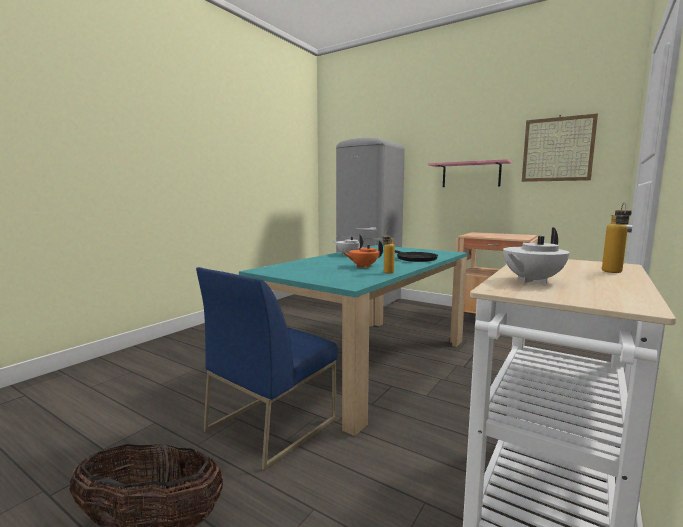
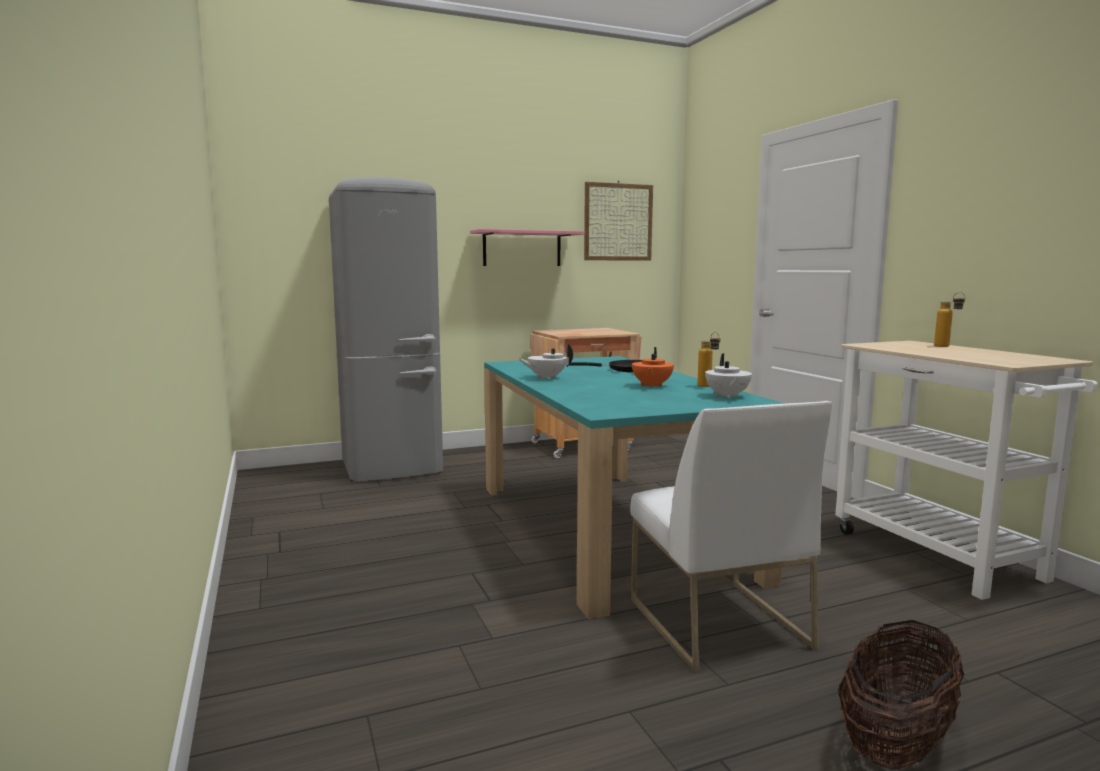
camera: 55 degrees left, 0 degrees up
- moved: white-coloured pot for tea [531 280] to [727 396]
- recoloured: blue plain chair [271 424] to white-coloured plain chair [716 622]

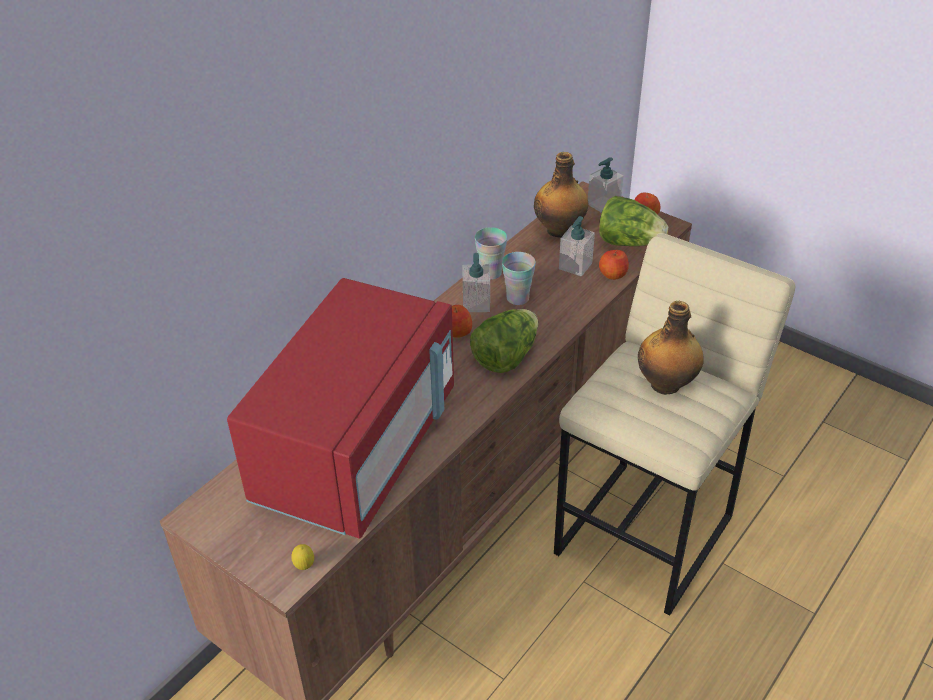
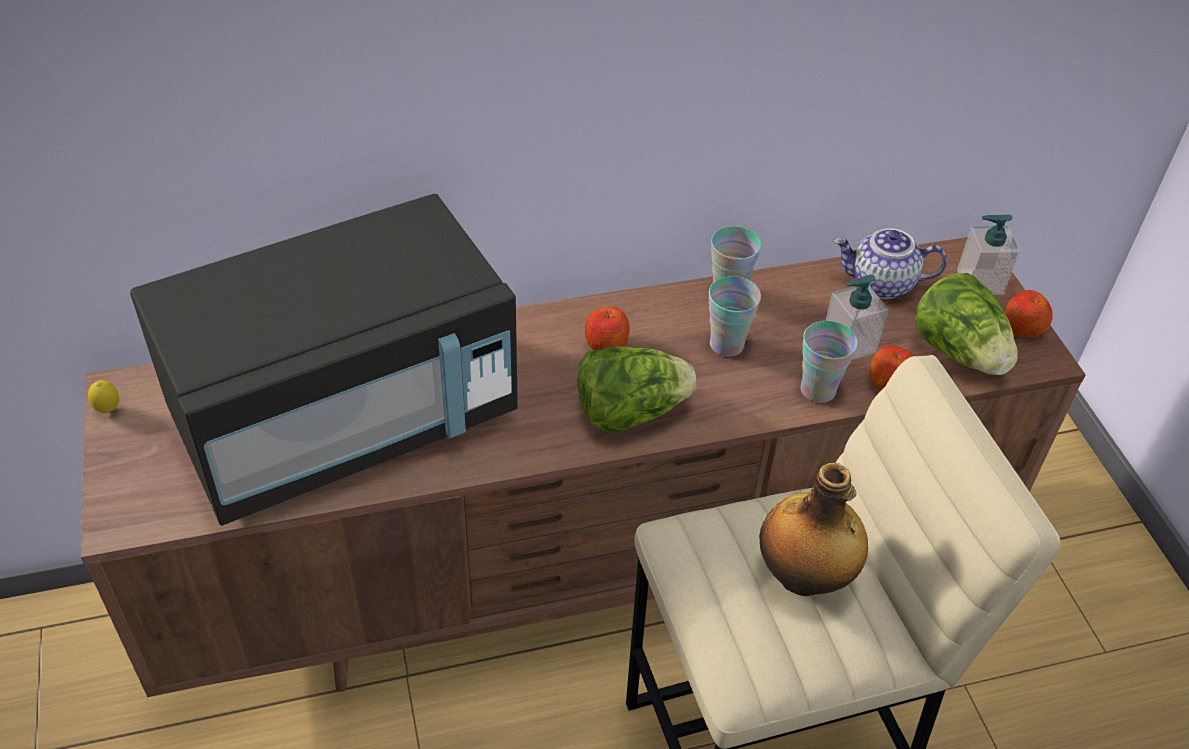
camera: 35 degrees right, 5 degrees up
- replaced: beverage bottle [560 230] to pot for tea [881 285]
- removed: soap dispenser [476 304]
- recoloured: red microwave oven [358 449] to black-coloured microwave oven [346 420]
- moved: lemon [304 566] to [108 410]
- added: small cup [818 390]

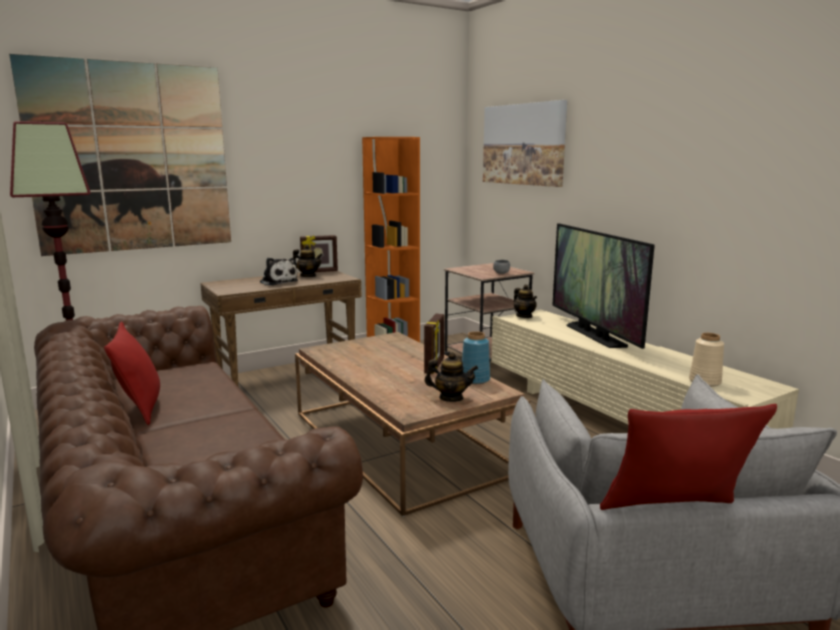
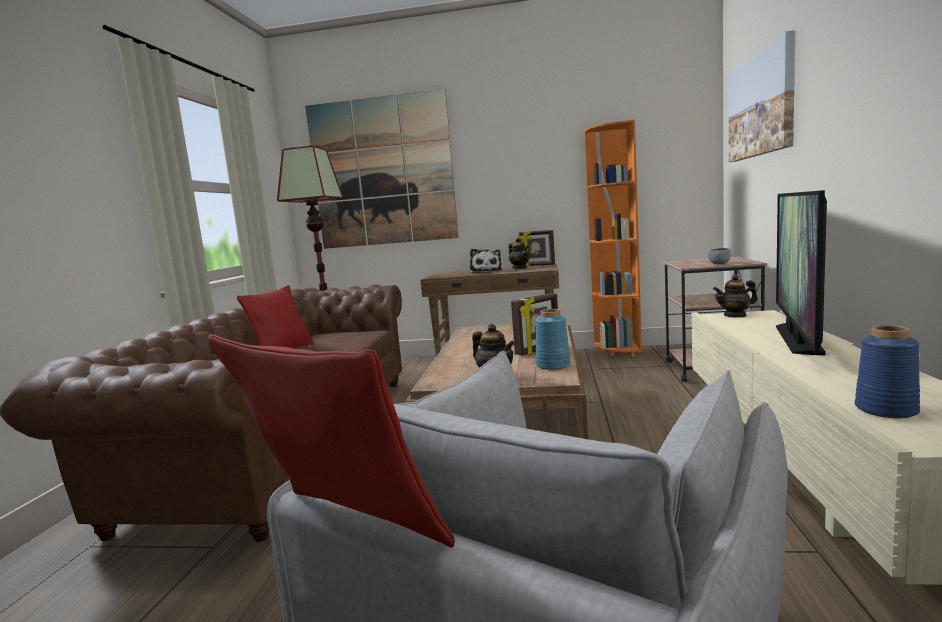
camera: 40 degrees right, 5 degrees down
- turned: pot for tea [524 316] = [735 315] 75 degrees clockwise
- recoloured: sand-coloured vase [705 381] to blue vase [887 410]

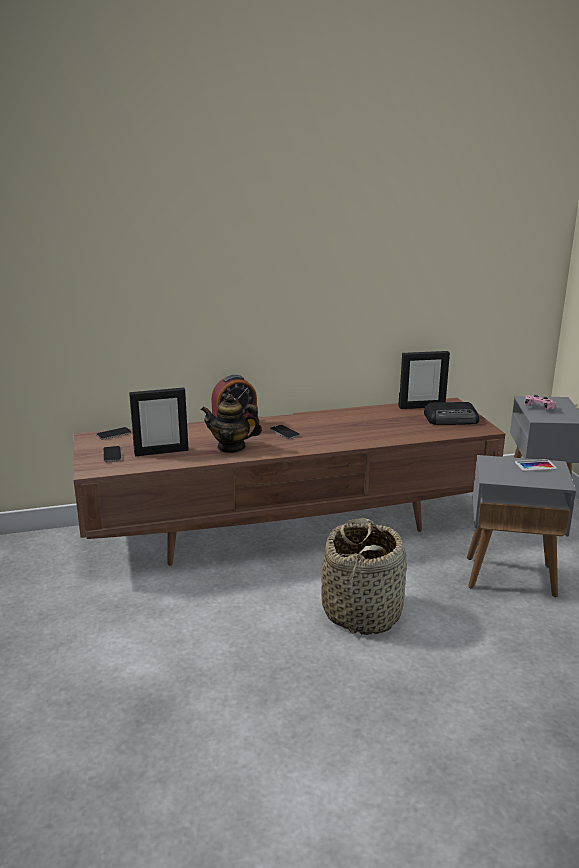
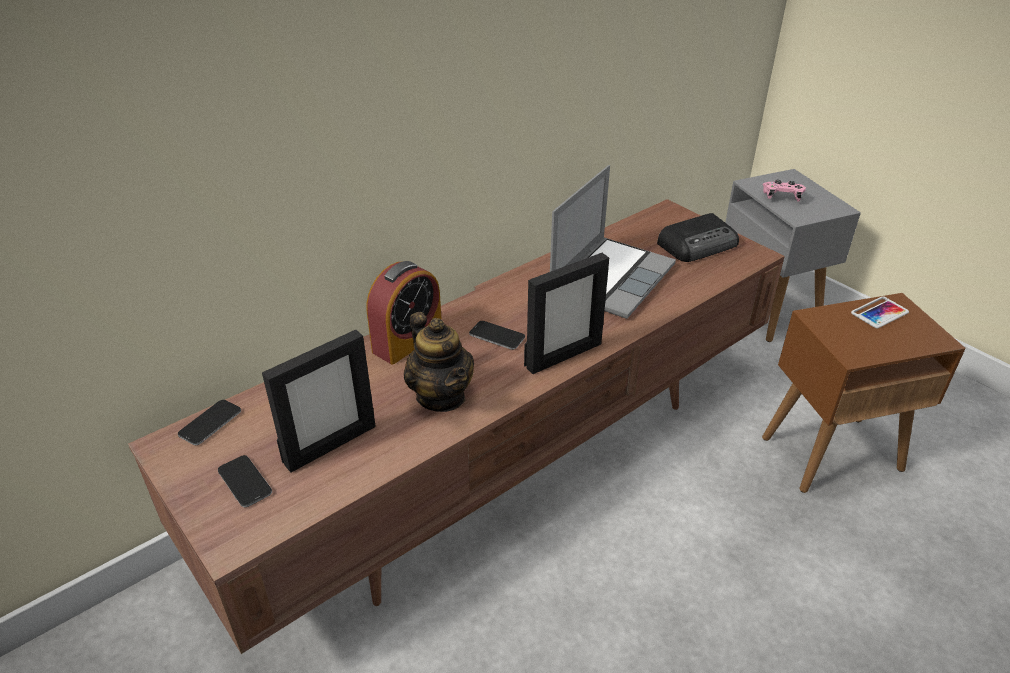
camera: 25 degrees left, 15 degrees up
- moved: picture frame [421 406] to [563 355]
- turned: pot for tea [231 447] = [441 396] 105 degrees counterclockwise
- recoloured: gray accent table [511 576] to brownish accent table [833 453]
- removed: basket [362 612]
- added: laptop [611 278]

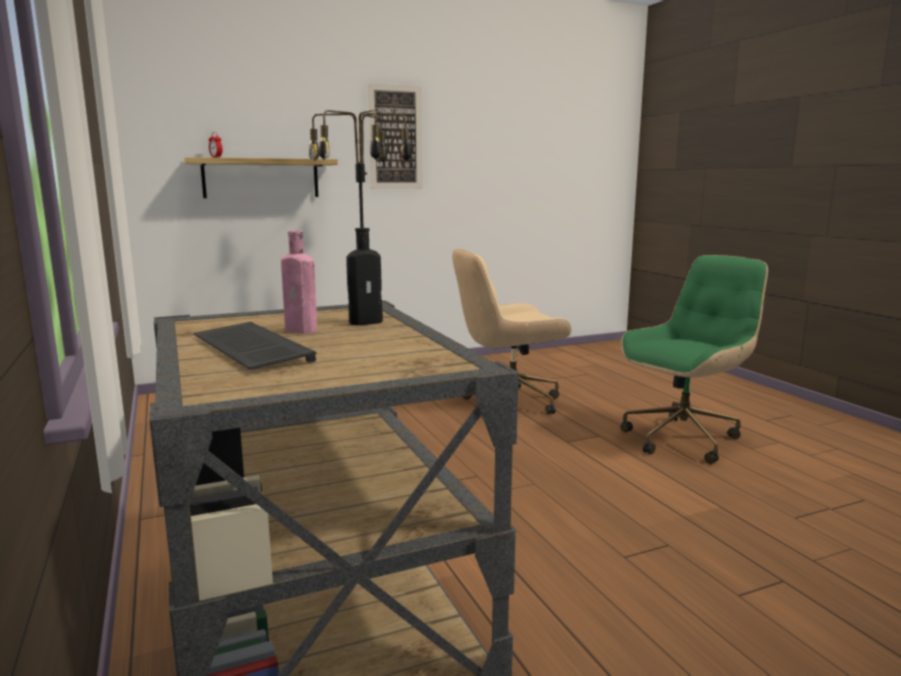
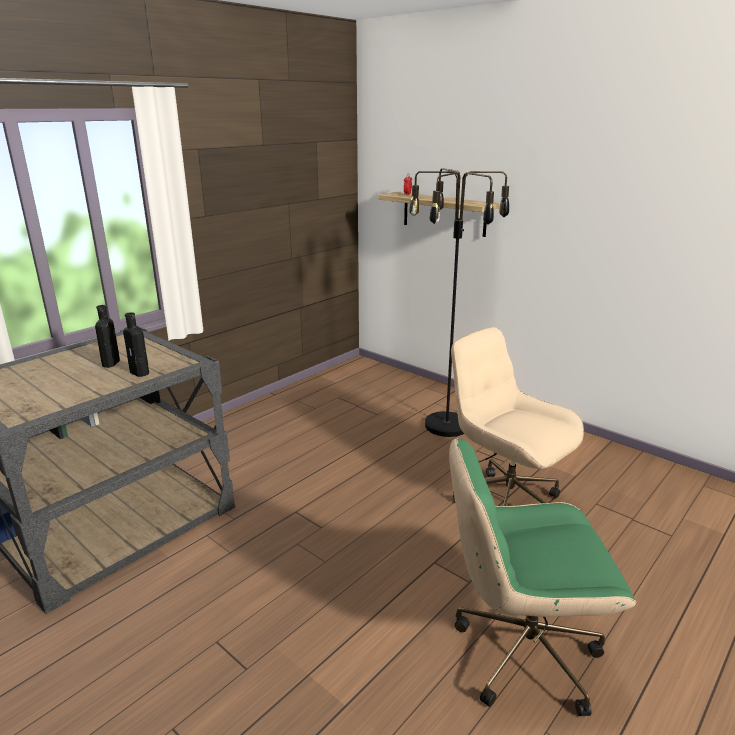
camera: 65 degrees right, 10 degrees up
- removed: wall art [395 137]
- recoloured: pink beverage bottle [303 330] to black-coloured beverage bottle [110 364]
- turned: green-coloured computer chair [684 438] = [521 656] 150 degrees clockwise
- removed: computer keyboard [248 349]

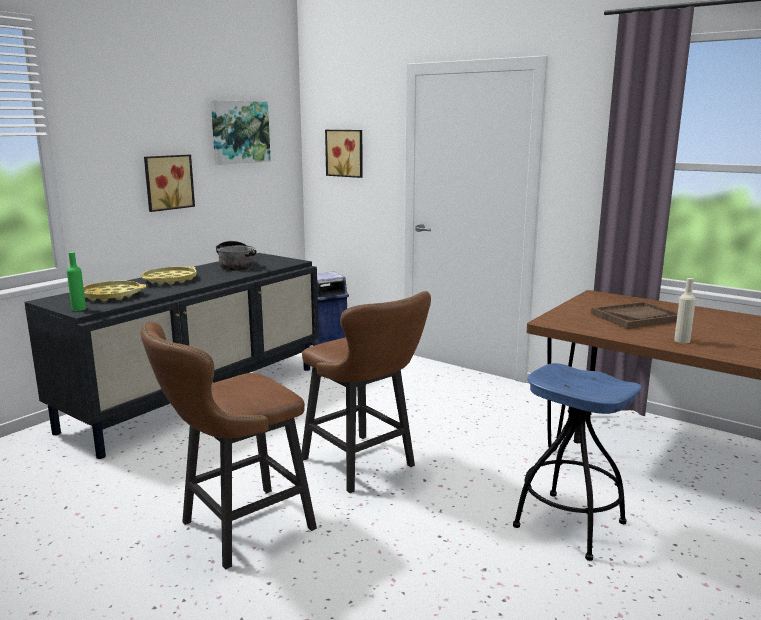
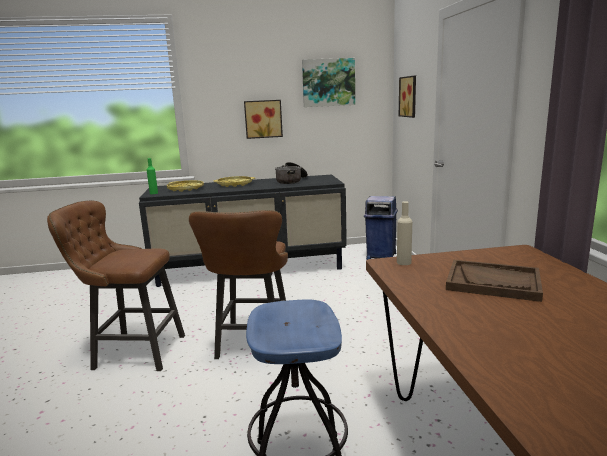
camera: 45 degrees right, 0 degrees up
- moved: sand-coloured beverage bottle [682 340] to [404 262]

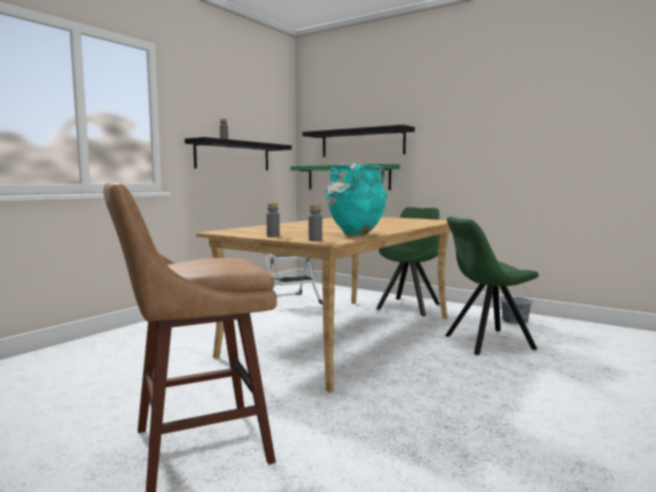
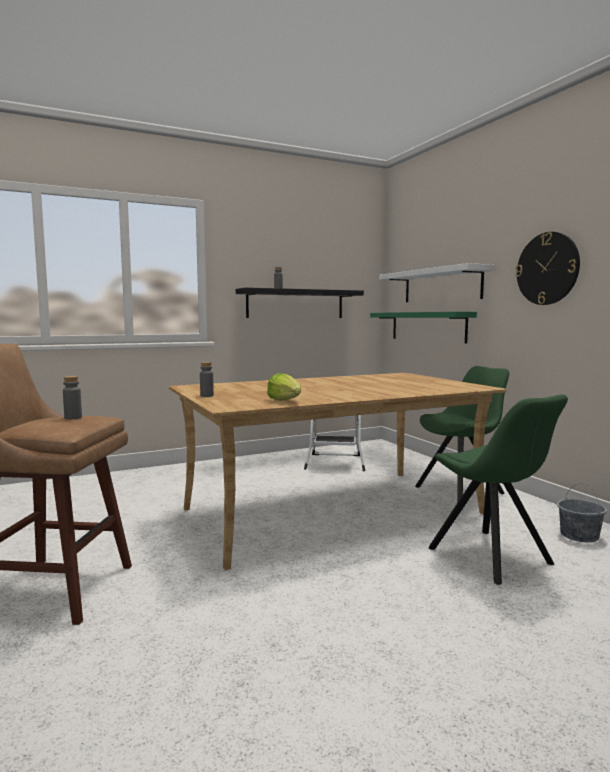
camera: 30 degrees right, 0 degrees up
- recoloured: black-coloured shelf [362 143] to white-coloured shelf [441 285]
- replaced: turquoise vase [355 235] to lettuce [285 401]
- moved: gray beverage bottle [315 240] to [73 417]
- turned: green-coloured plain chair [487 342] = [490 556] 135 degrees counterclockwise
- added: wall clock [547 268]

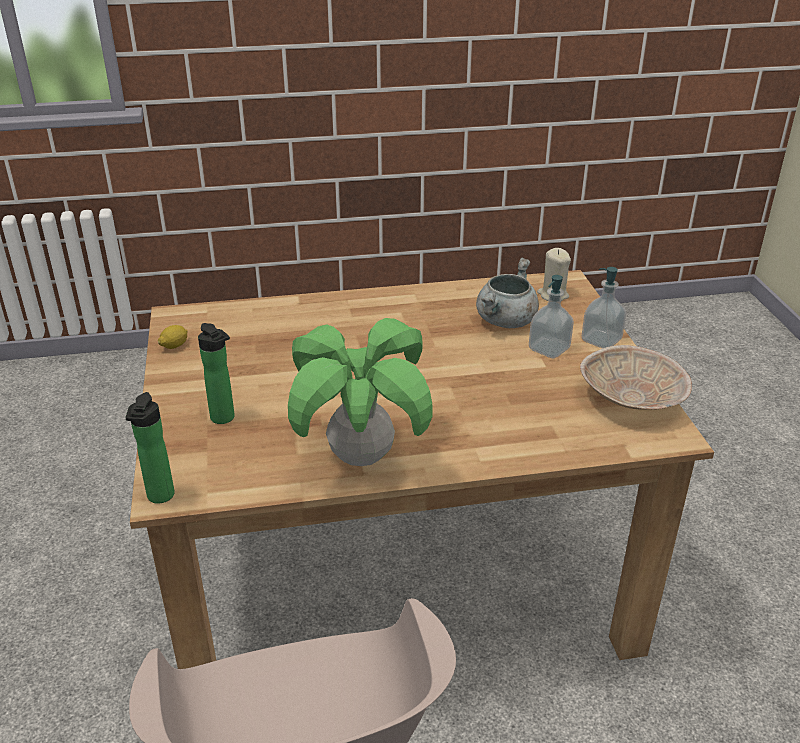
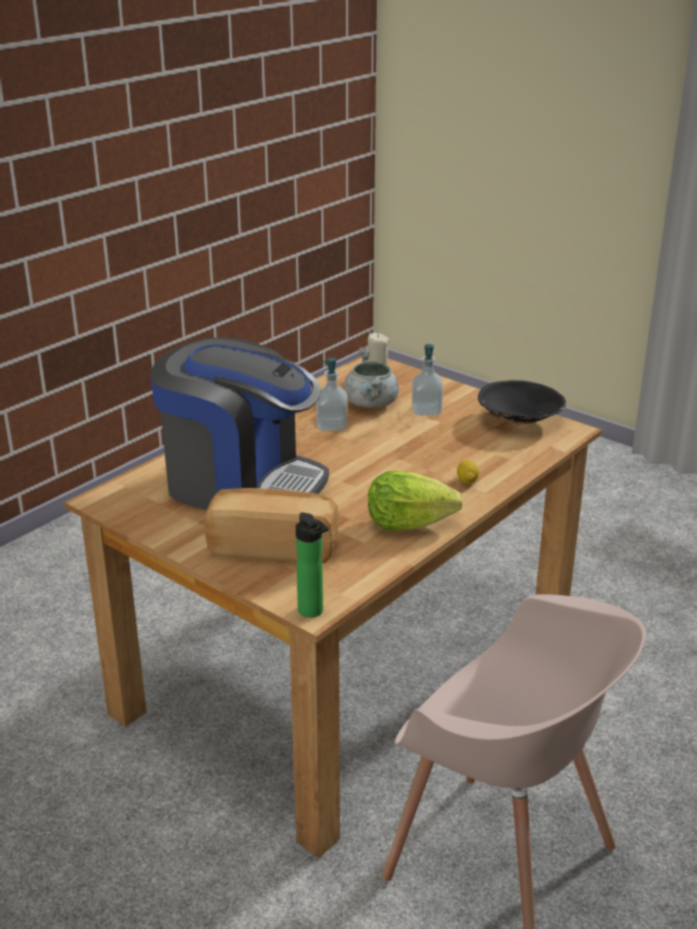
camera: 40 degrees left, 5 degrees down
- moved: soap dispenser [601 340] to [332 425]
- replaced: houseplant [360 456] to lettuce [408 524]
- replaced: beverage bottle [224 419] to baked bread [273 546]
- moved: lemon [175 346] to [467 481]
- recoloured: sand-coloured bowl [632 400] to black-coloured bowl [520 420]
- added: coffee maker [241 484]

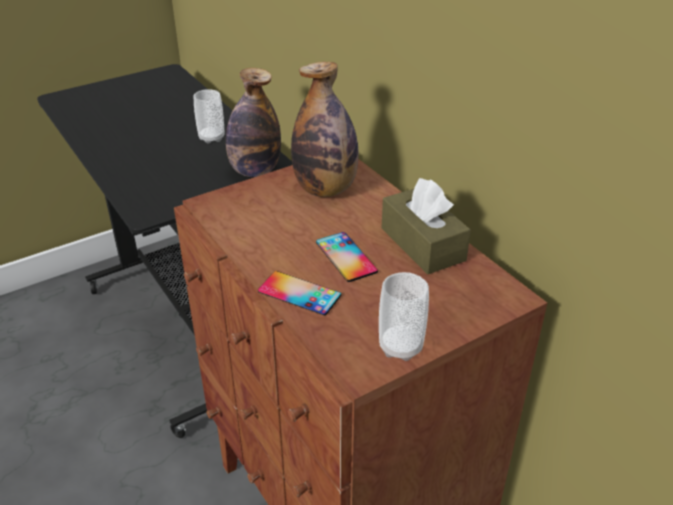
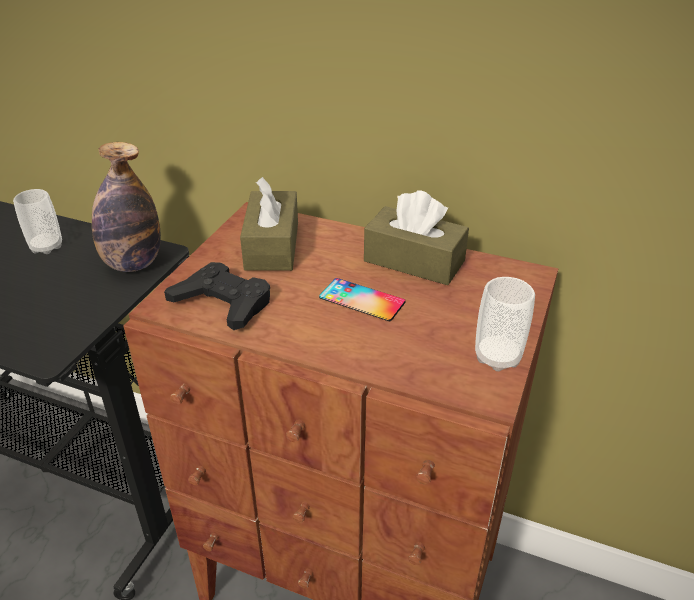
camera: 35 degrees left, 0 degrees up
- replaced: beverage bottle [325 189] to brownish tissue holder [272 246]
- removed: phone [299 293]
- added: black-coloured gamepad [223 303]

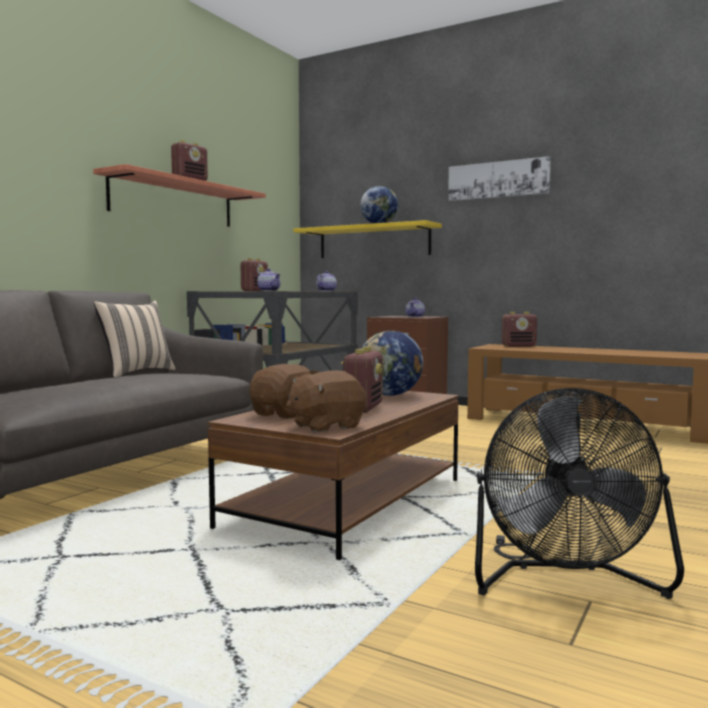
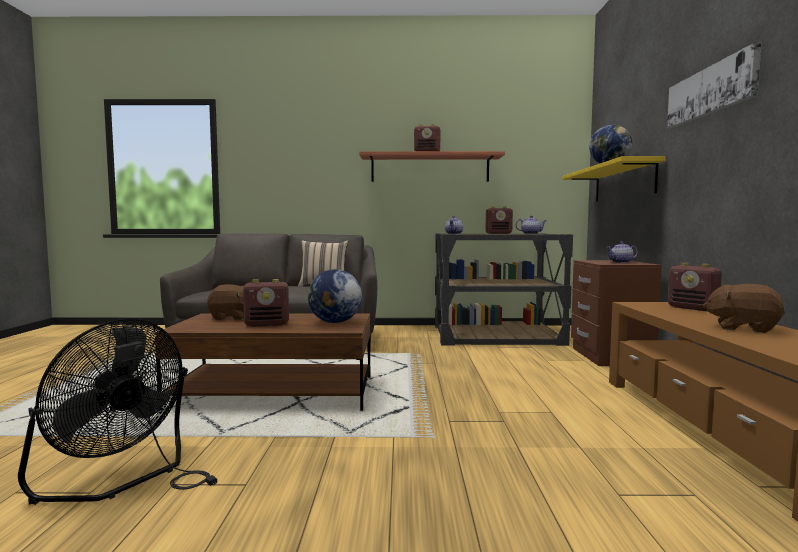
camera: 60 degrees right, 0 degrees up
- moved: brownish cuddly toy [325 426] to [742 328]
- turned: black-coloured cooling fan [557 578] = [135 475] 60 degrees clockwise

